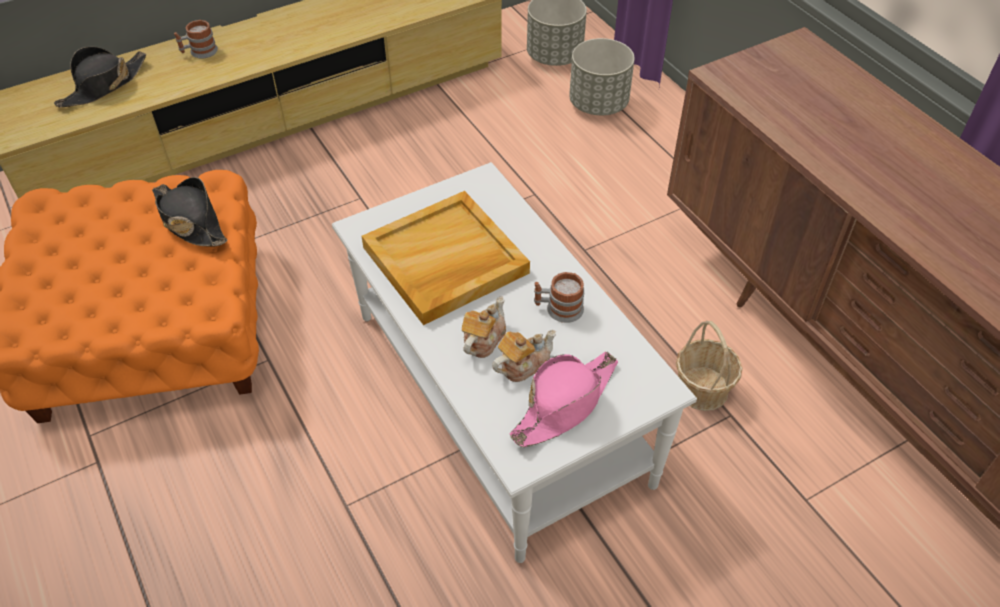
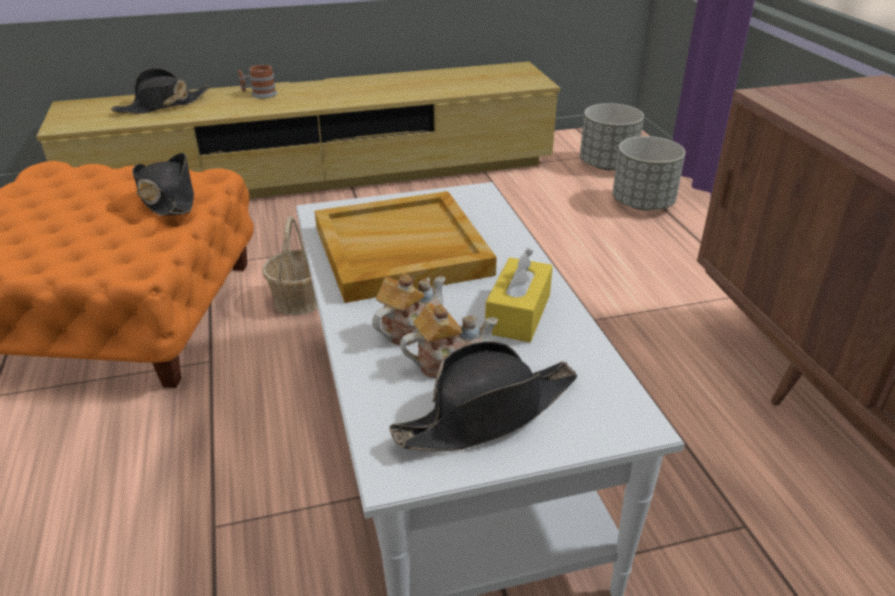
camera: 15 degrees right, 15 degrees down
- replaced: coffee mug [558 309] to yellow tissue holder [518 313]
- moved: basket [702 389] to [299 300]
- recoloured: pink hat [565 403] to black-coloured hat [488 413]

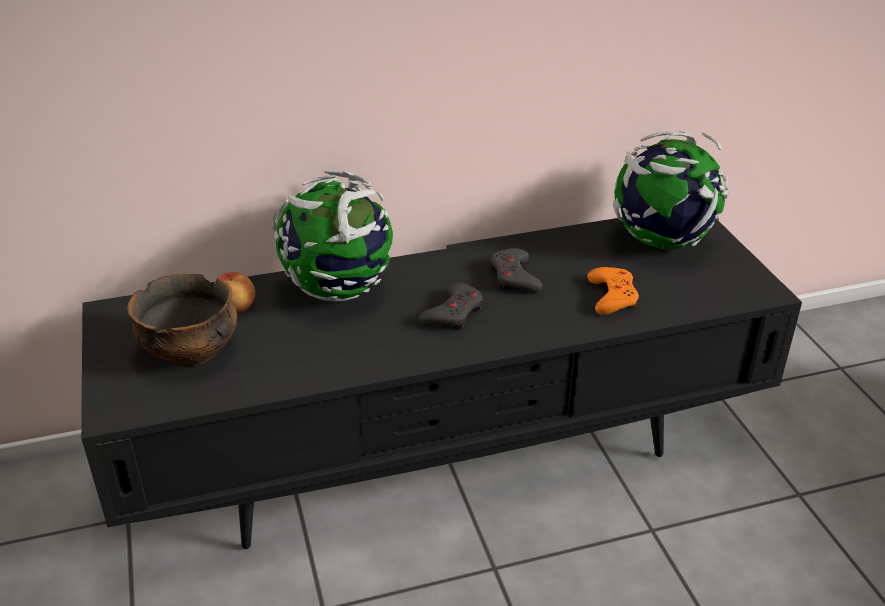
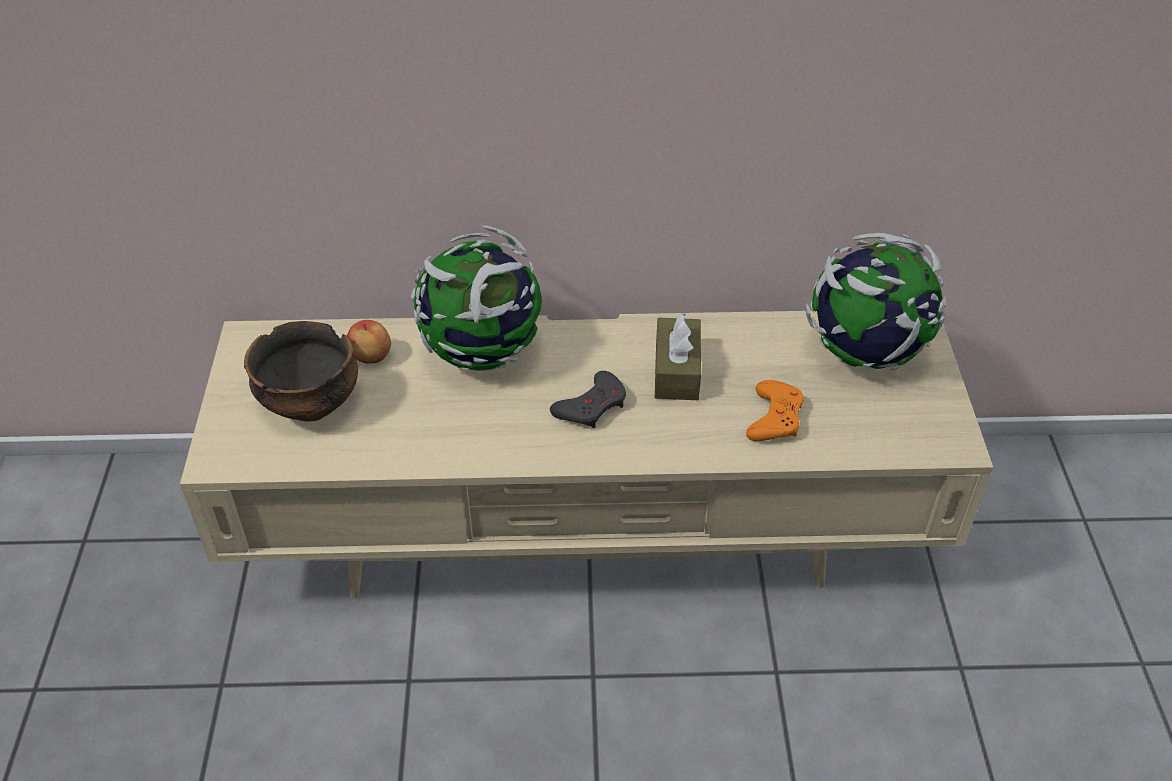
camera: 15 degrees right, 10 degrees up
- recoloured: black-coloured tv stand [441 447] to sand-coloured tv stand [586 525]
- replaced: gray gamepad [514 276] to brownish tissue holder [676 371]

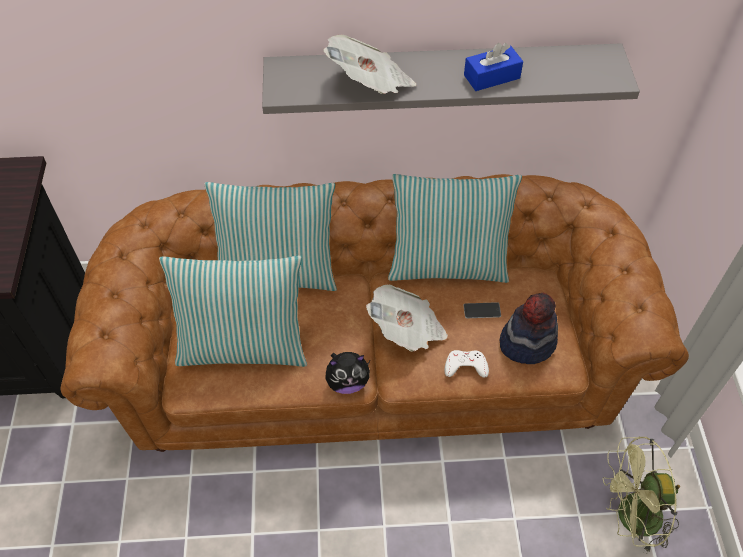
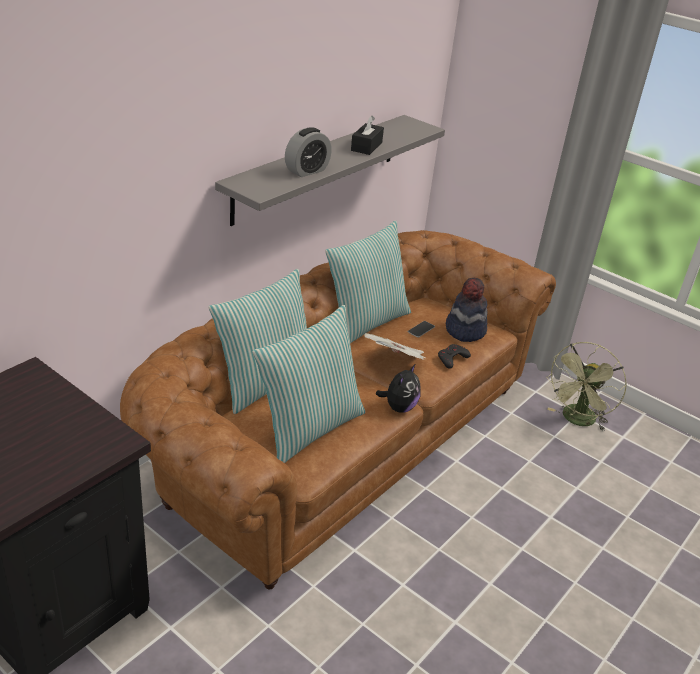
camera: 50 degrees left, 20 degrees down
- replaced: newspaper [370 84] to bedside clock [307 171]
- recoloured: blue tissue holder [491 77] to black-coloured tissue holder [366 146]
- recoloured: white-coloured gamepad [465 366] to black-coloured gamepad [452 358]

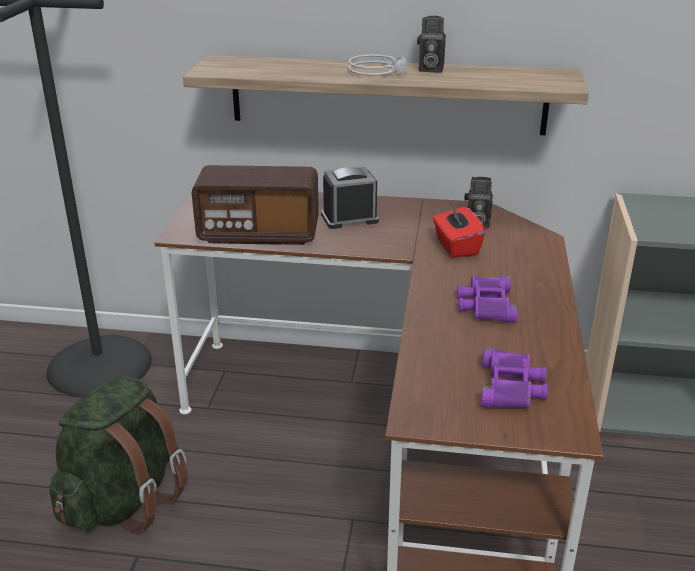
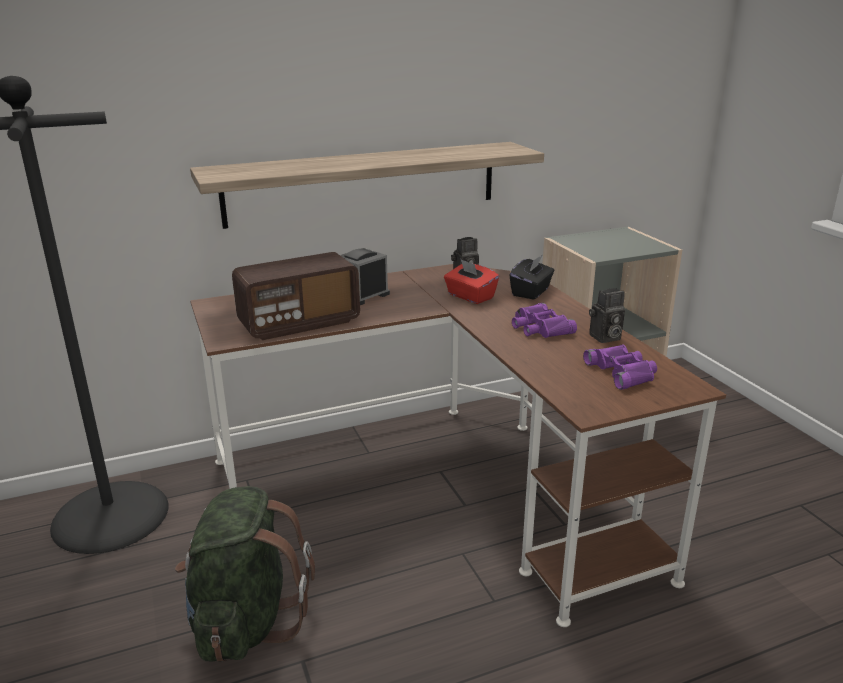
camera: 30 degrees left, 5 degrees down
- moved: still camera [429 69] to [604 338]
- removed: gray headphones [377 71]
- added: black-coloured tissue holder [531 292]

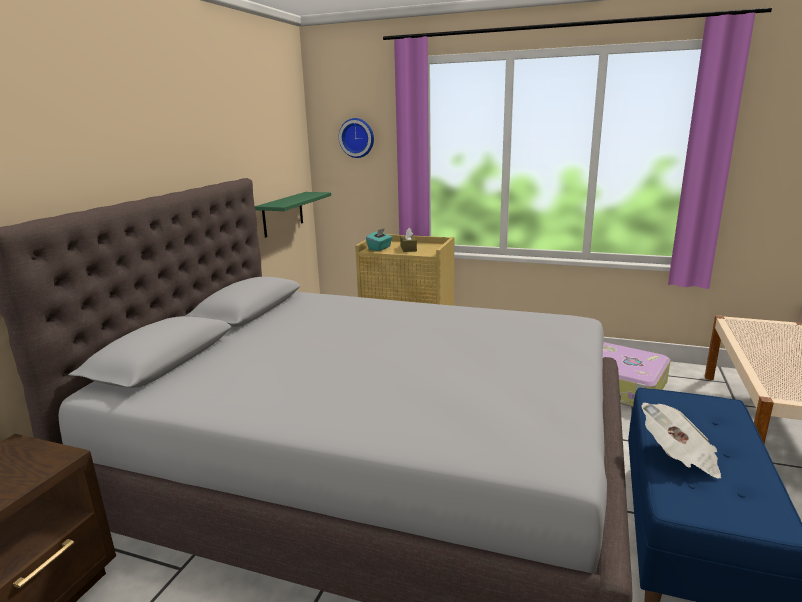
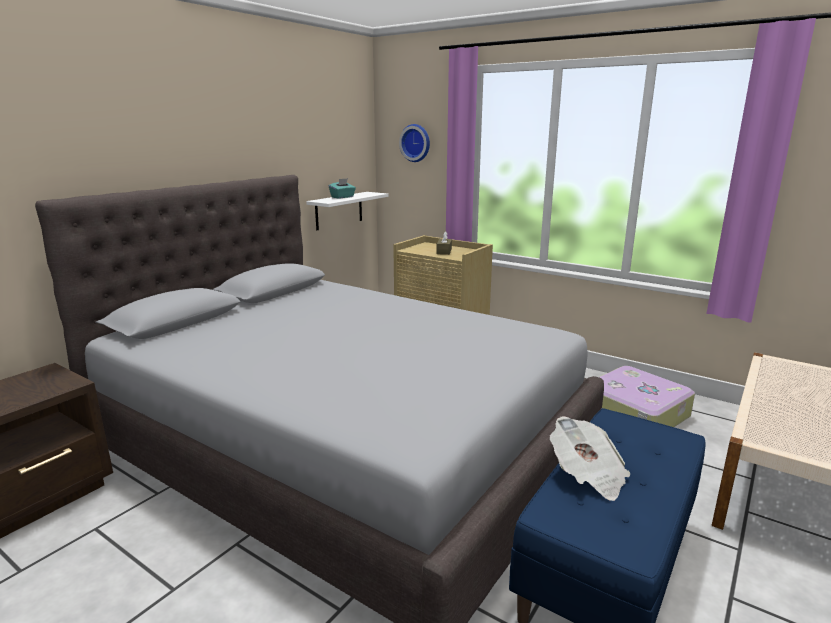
camera: 15 degrees right, 0 degrees up
- recoloured: green-coloured shelf [283 214] to white-coloured shelf [339 210]
- moved: turquoise tissue holder [380 248] to [342 197]

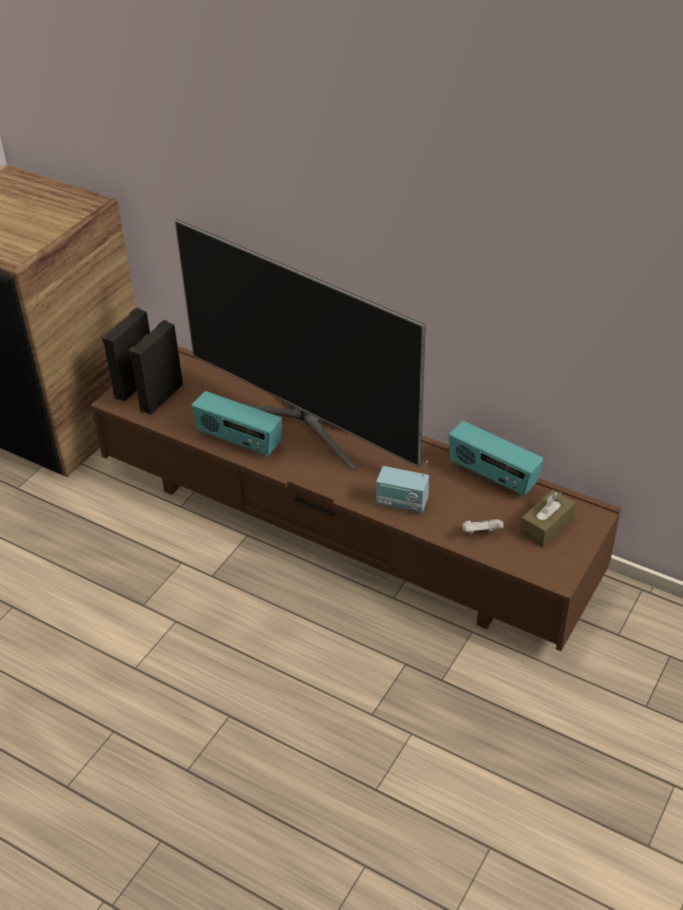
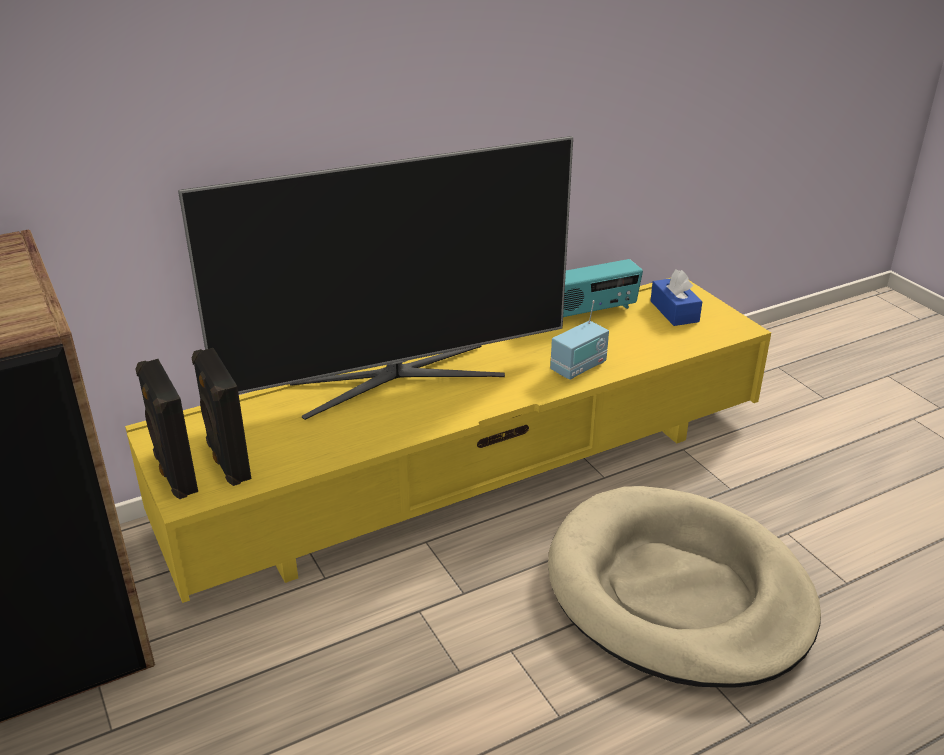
camera: 60 degrees left, 10 degrees down
- recoloured: brownish tv stand [344 520] to yellow tv stand [470 467]
- removed: radio set [239 441]
- recoloured: brownish tissue holder [546 525] to blue tissue holder [674 311]
- removed: white-coloured gamepad [480 533]
- added: sand-coloured dog bed [678 592]

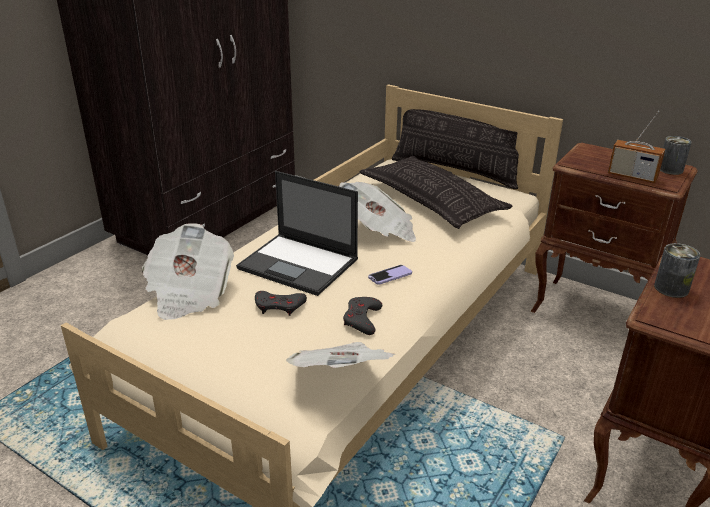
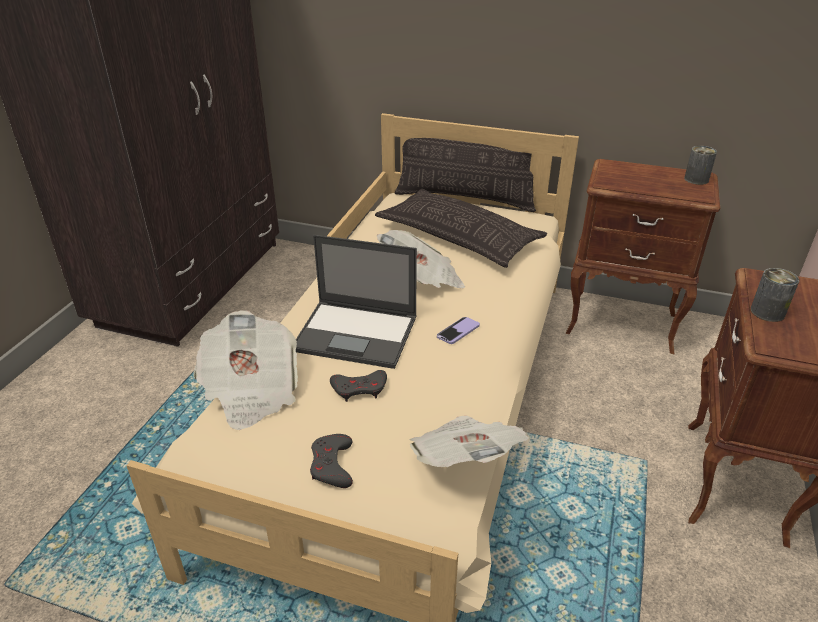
camera: 15 degrees left, 5 degrees up
- removed: radio set [632 176]
- moved: gray gamepad [362 319] to [332 465]

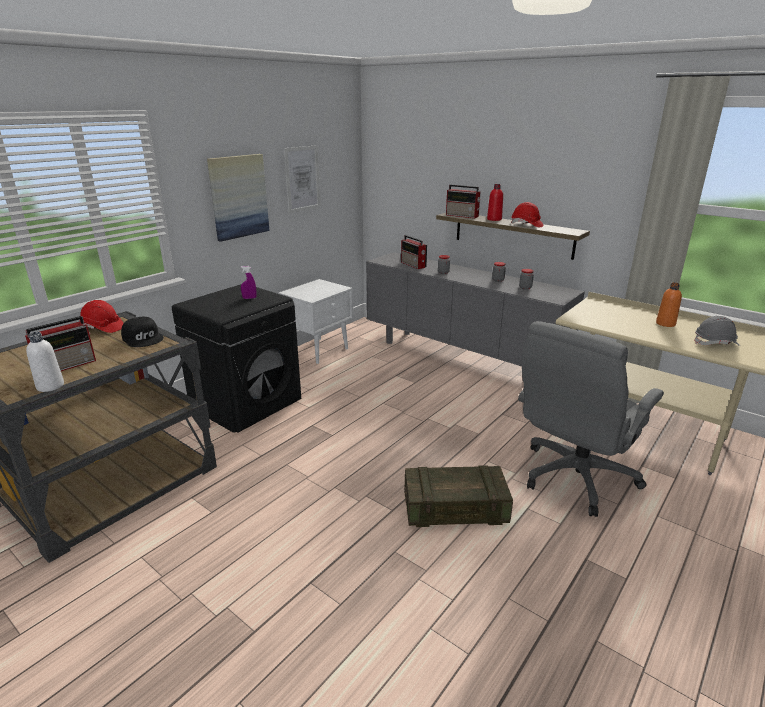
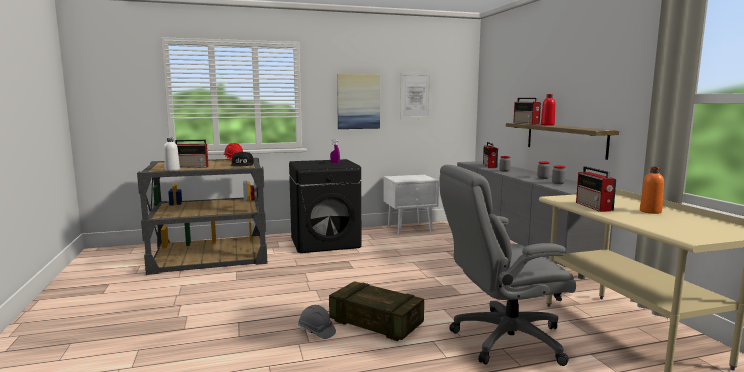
camera: 35 degrees right, 15 degrees down
- removed: red hard hat [526 225]
- moved: gray hard hat [715 343] to [316 331]
- added: radio set [594 207]

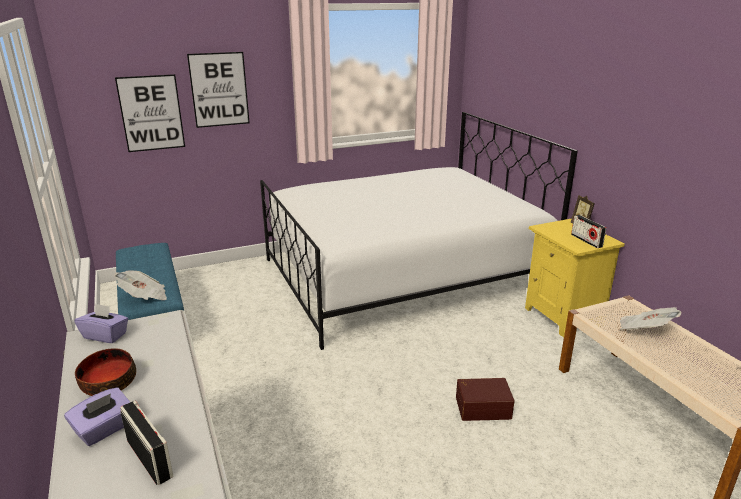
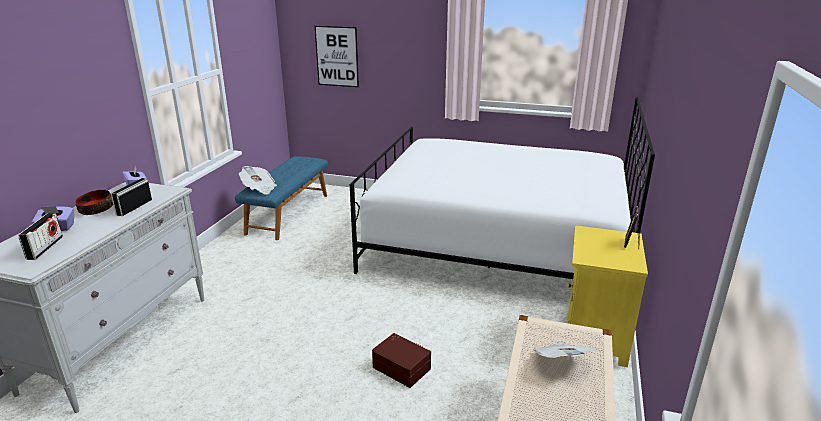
camera: 40 degrees right, 0 degrees up
- removed: wall art [219 89]
- moved: radio set [586 241] to [134 207]

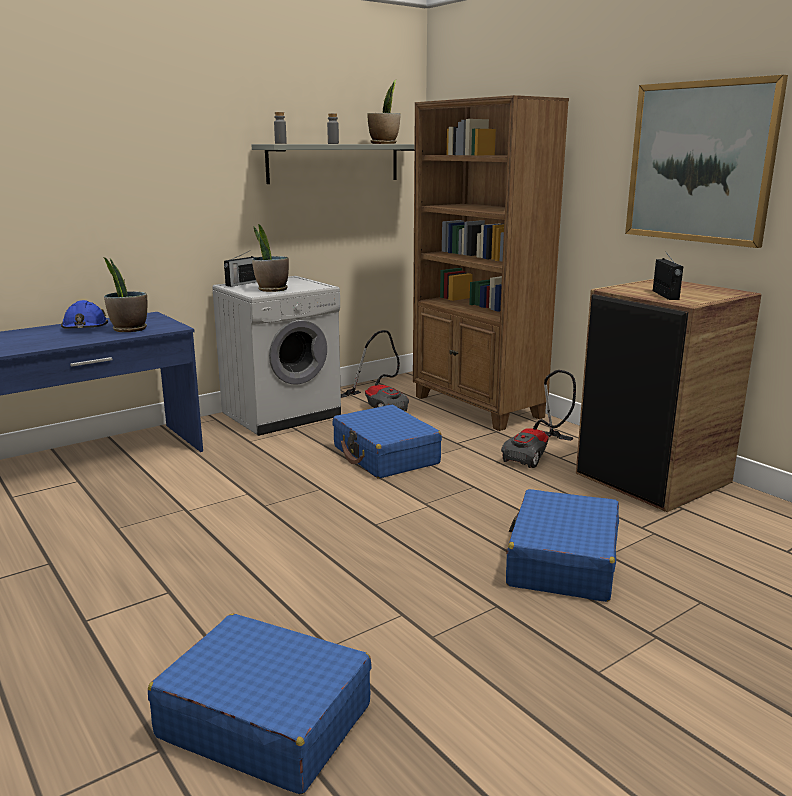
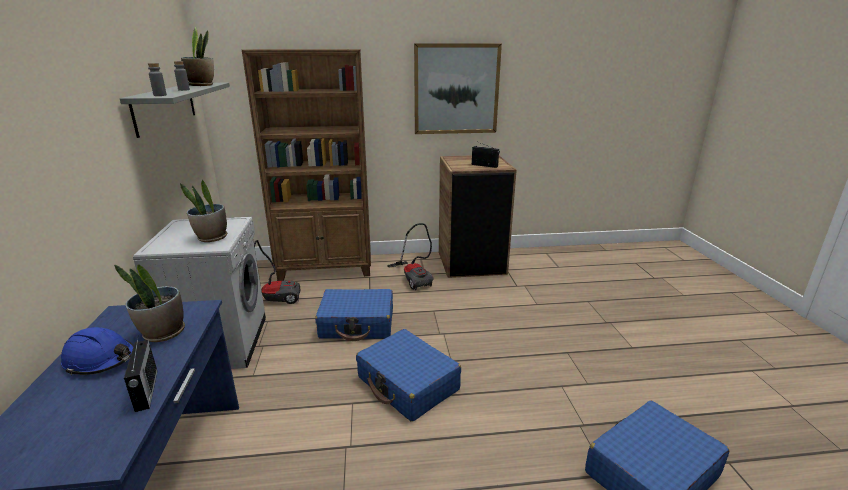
camera: 60 degrees left, 5 degrees up
- moved: radio set [241 283] to [146 391]
- moved: blue piece of luggage [562 562] to [408 384]

